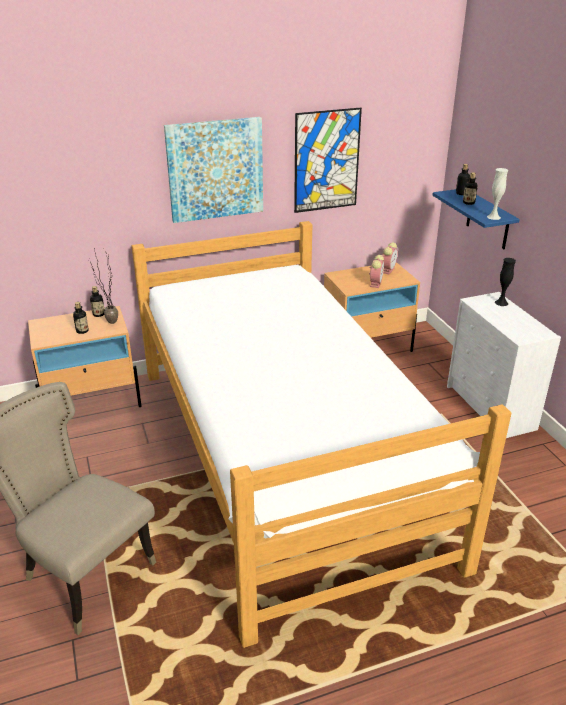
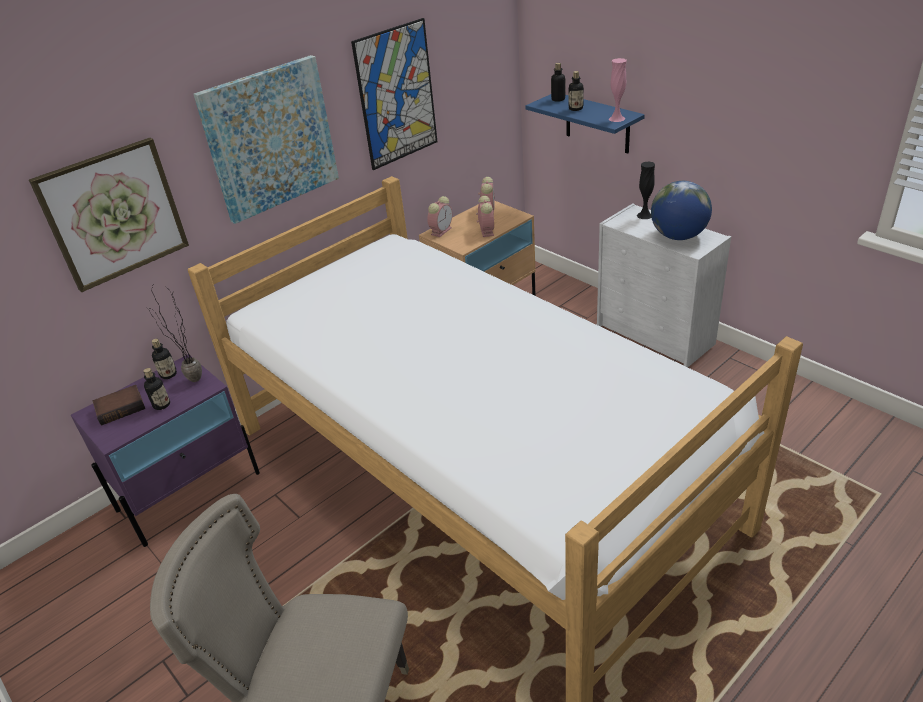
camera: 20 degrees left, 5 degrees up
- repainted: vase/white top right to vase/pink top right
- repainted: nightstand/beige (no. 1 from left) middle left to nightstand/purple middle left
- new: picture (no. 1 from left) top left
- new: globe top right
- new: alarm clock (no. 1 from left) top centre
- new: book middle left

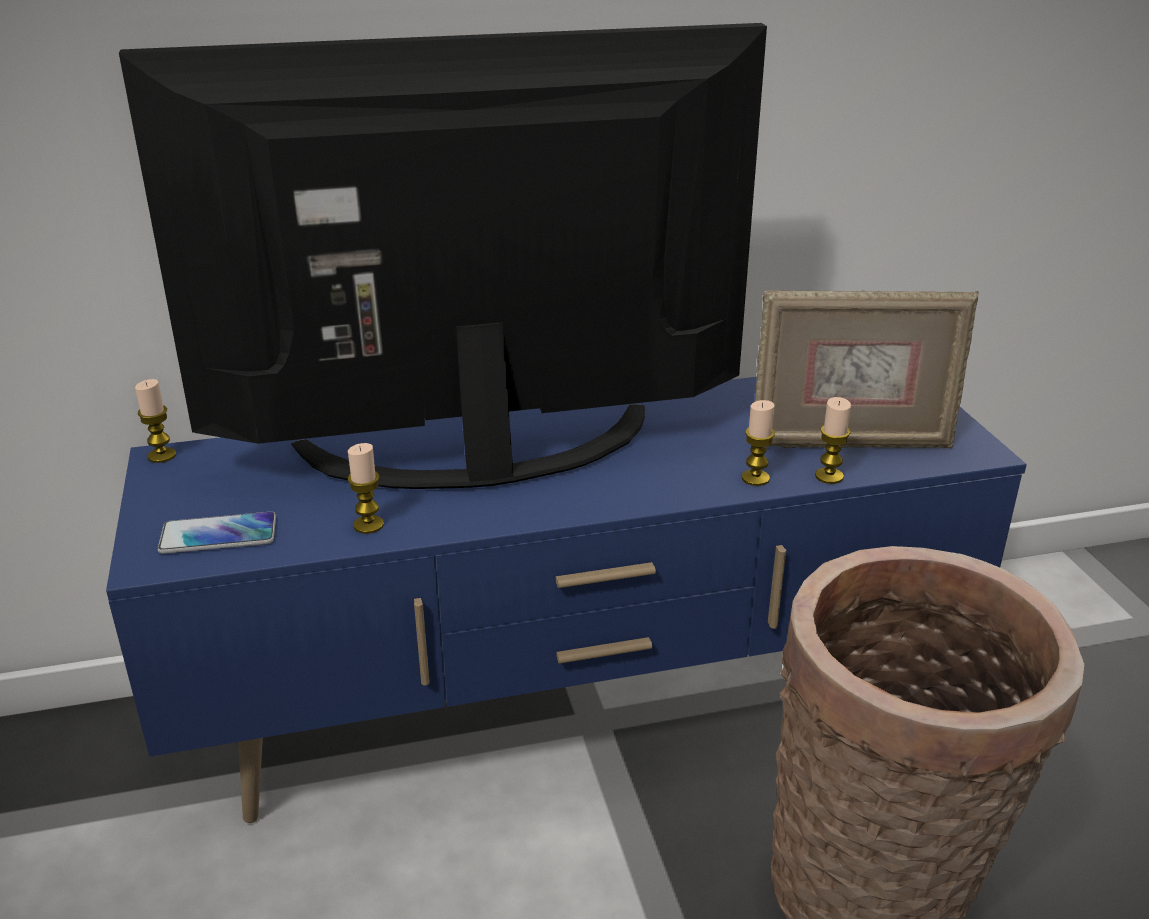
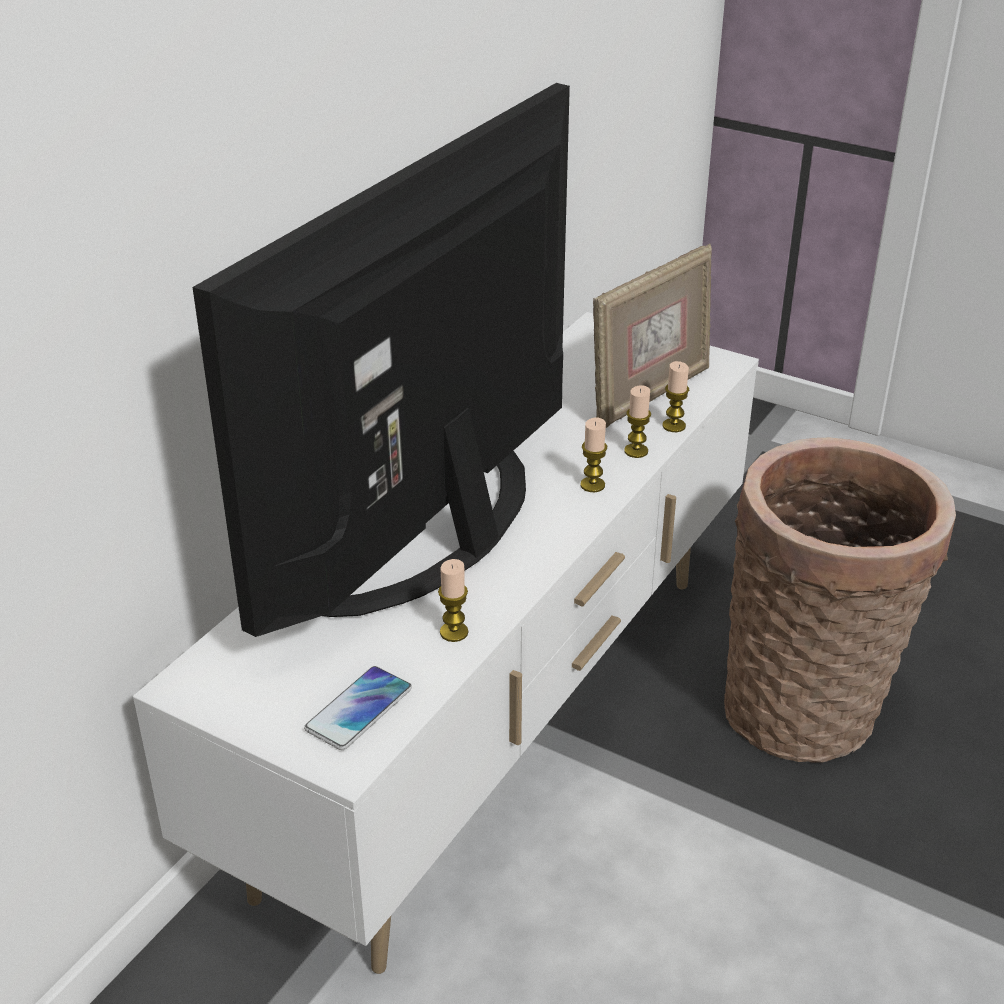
camera: 45 degrees left, 5 degrees up
- repainted: tv stand/blue centre to tv stand/white centre
- shifted: candle (no. 1 from left in the first image) middle left to candle (no. 2 from left) centre

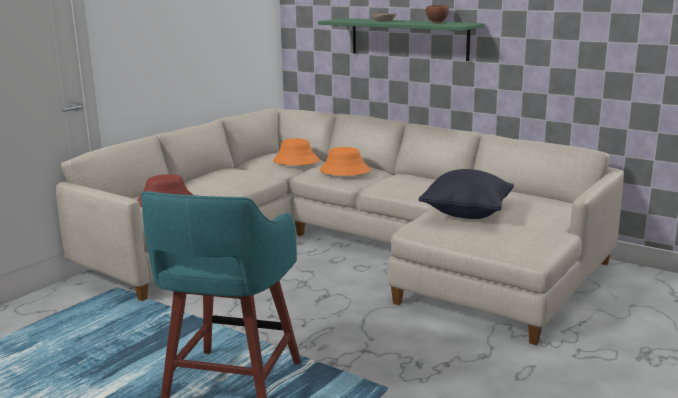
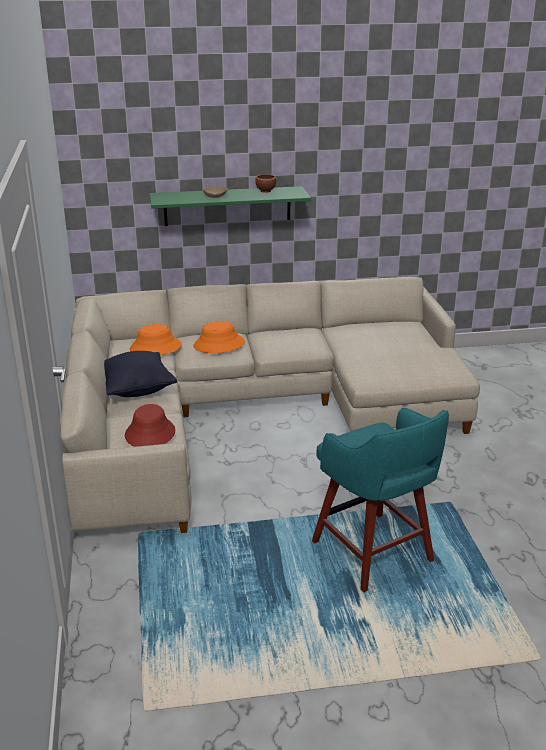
camera: 45 degrees left, 10 degrees up
- shifted: pillow/black middle right to middle left

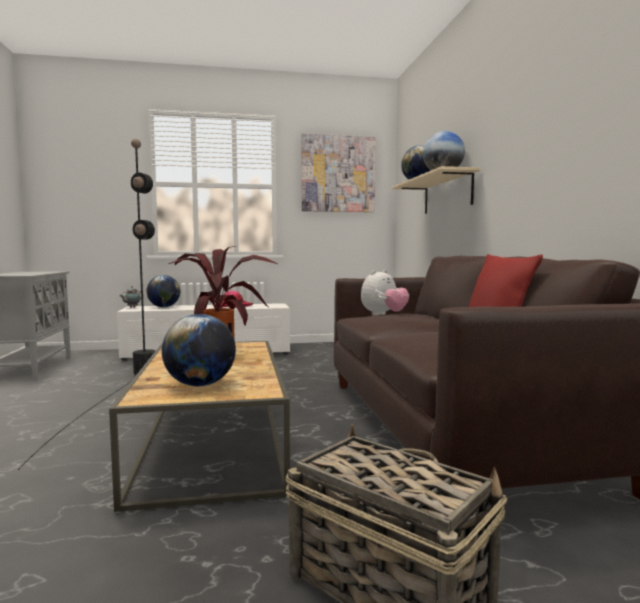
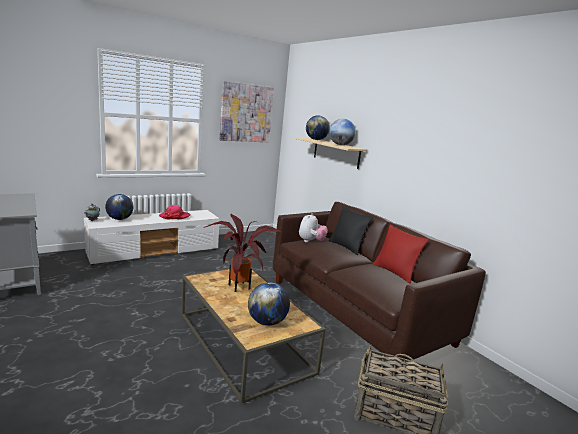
camera: 25 degrees left, 10 degrees up
- gone: floor lamp/black middle left
- new: pillow/black centre

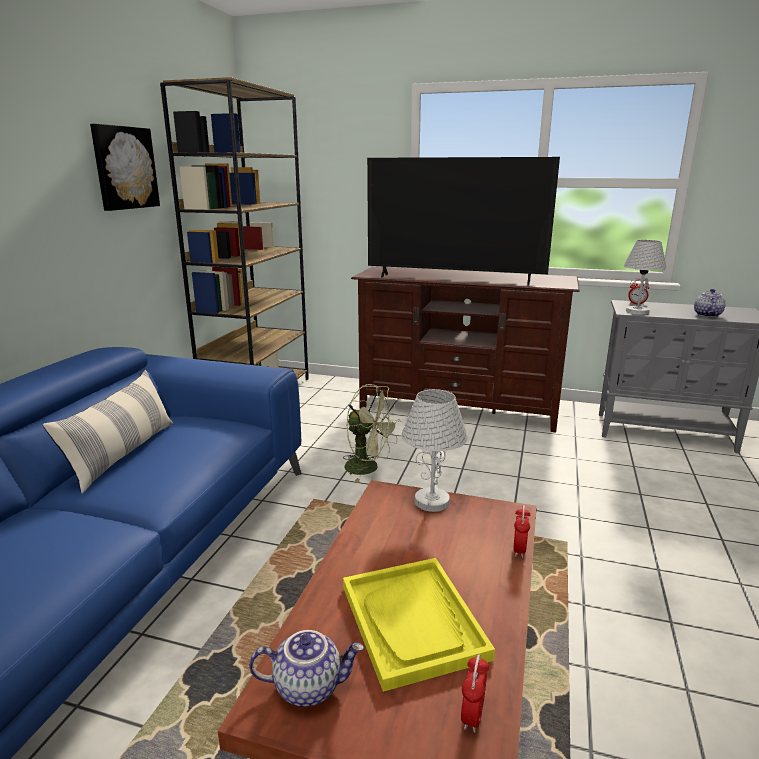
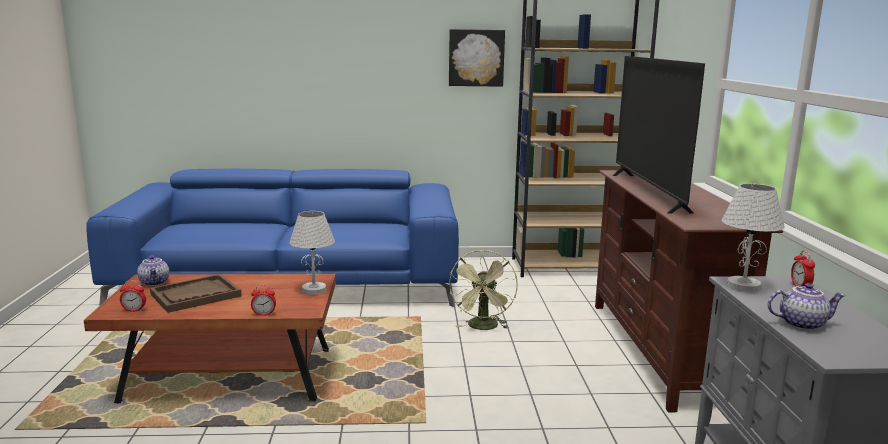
camera: 70 degrees right, 5 degrees down
- gone: pillow middle left
- repainted: tray/yellow bottom centre to tray/brown middle left

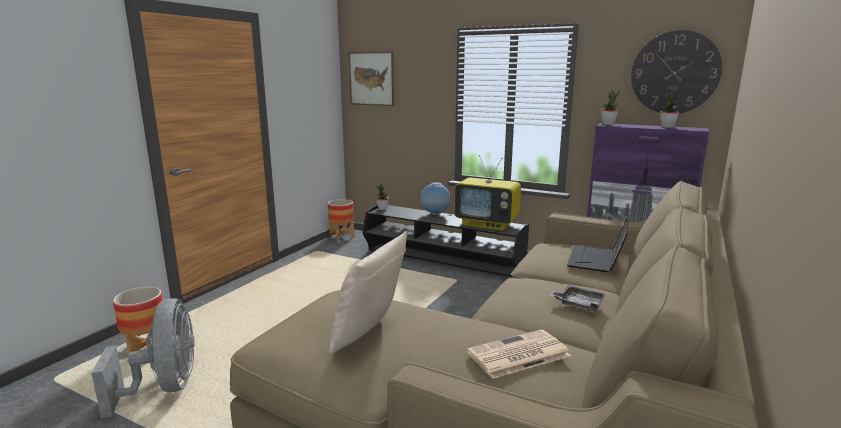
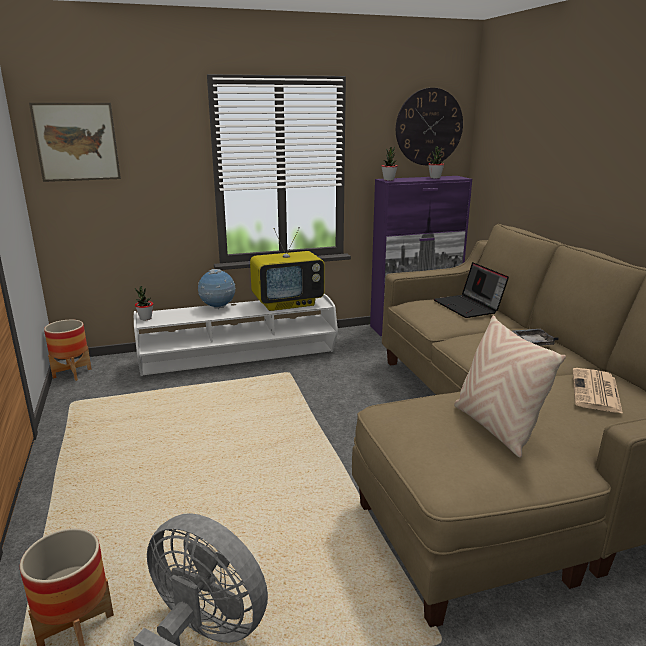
camera: 45 degrees left, 5 degrees up
- repainted: tv stand/black centre to tv stand/white centre

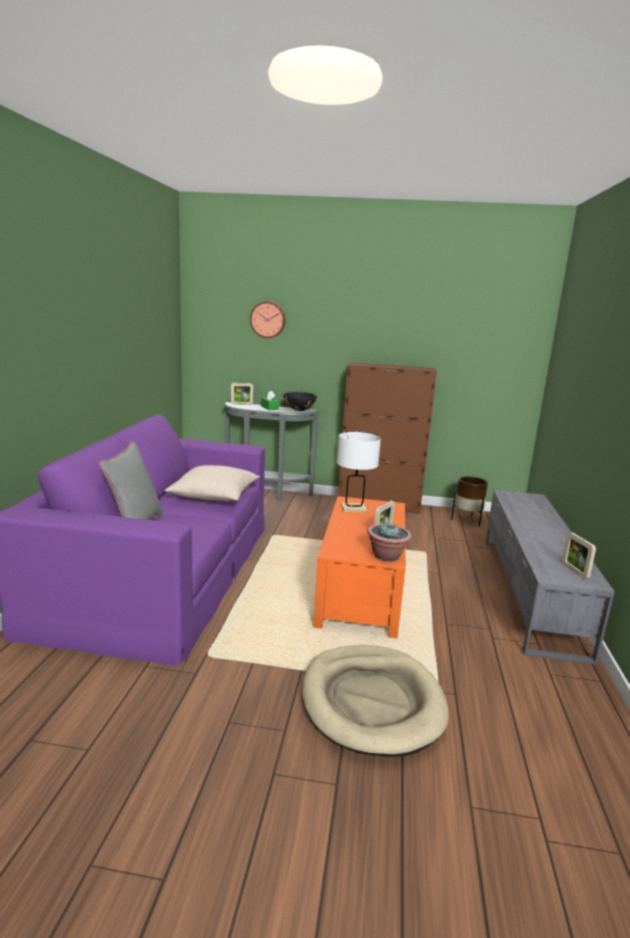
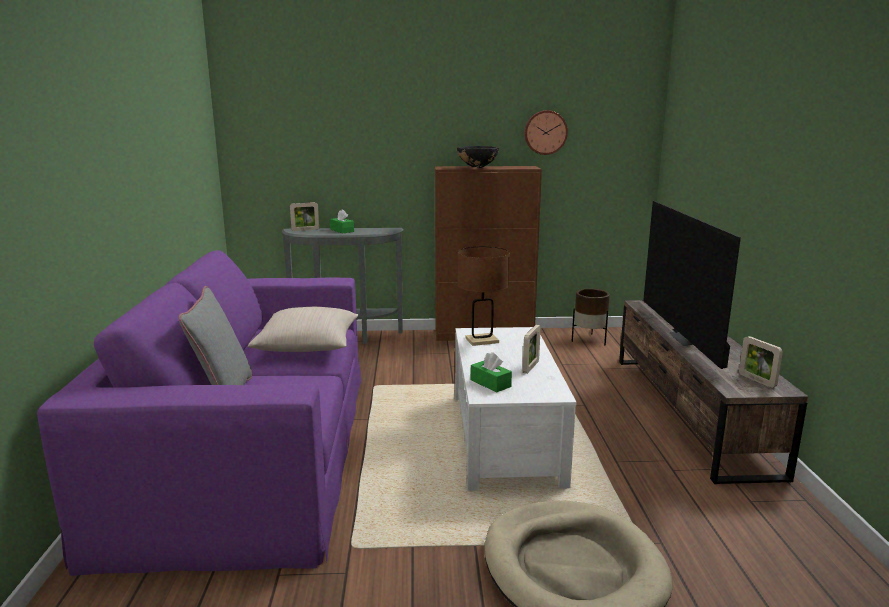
camera: 10 degrees left, 0 degrees up
- shifted: wall clock centre to top centre
- shifted: bowl/black centre to top centre
- repainted: table lamp/white centre to table lamp/brown centre
- repainted: tv stand/grey middle right to tv stand/brown middle right
- repainted: coffee table/orange centre to coffee table/white bottom centre
- gone: potted plant centre
- new: television middle right
- new: tissue box/green (no. 2 from left) centre

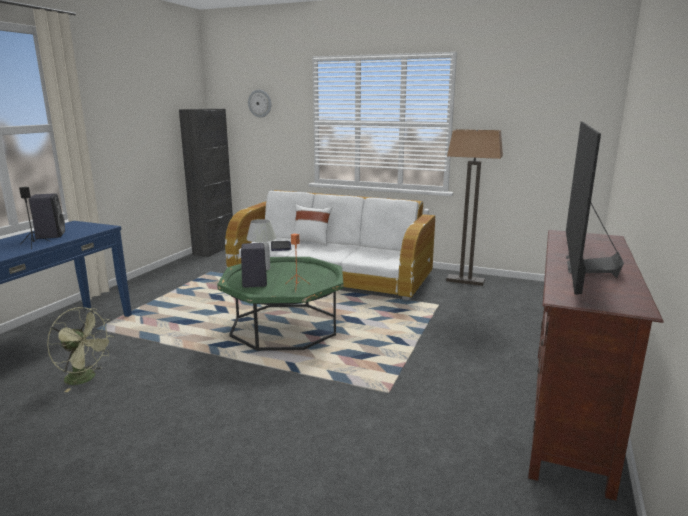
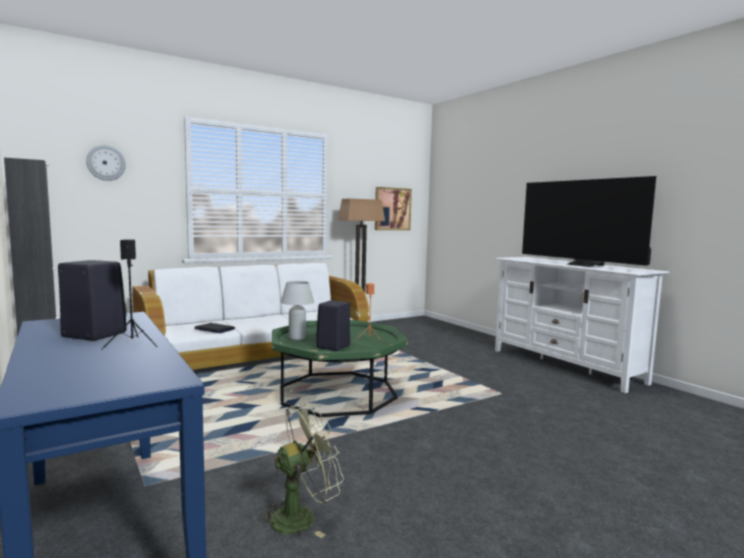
camera: 55 degrees left, 10 degrees down
- gone: pillow/white centre
- repainted: tv stand/brown bottom right to tv stand/white middle right
- new: picture centre

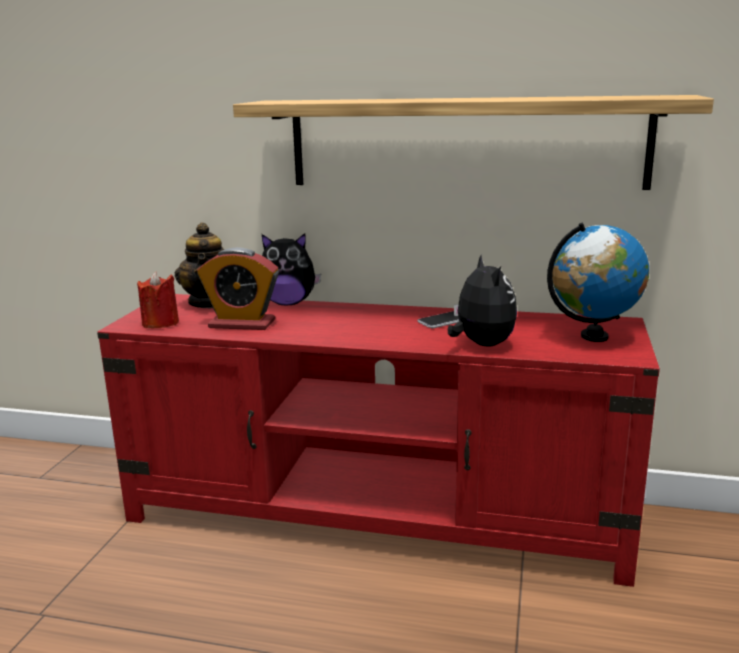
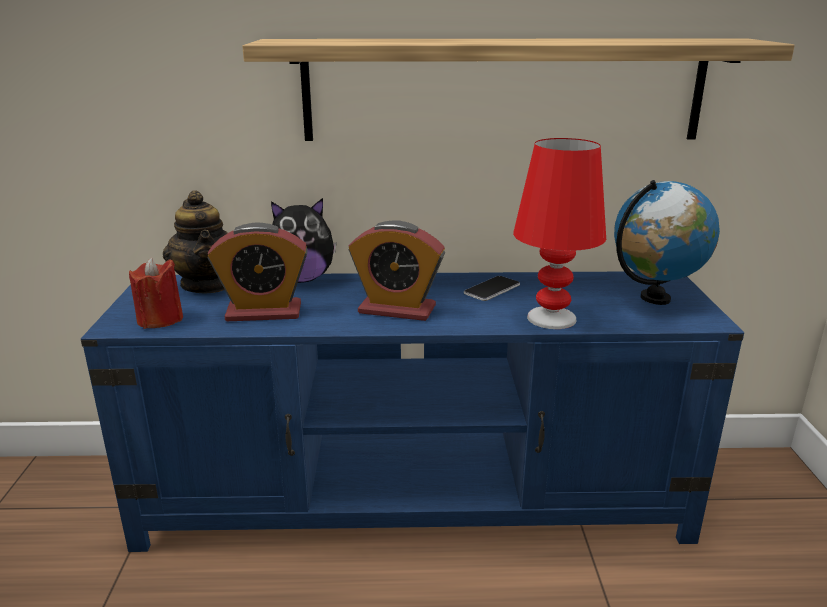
camera: 15 degrees left, 5 degrees up
- swapped: plush toy (no. 2 from left) centre to table lamp/red middle right
- repainted: tv stand/red bottom centre to tv stand/blue bottom centre
- new: alarm clock (no. 2 from left) centre

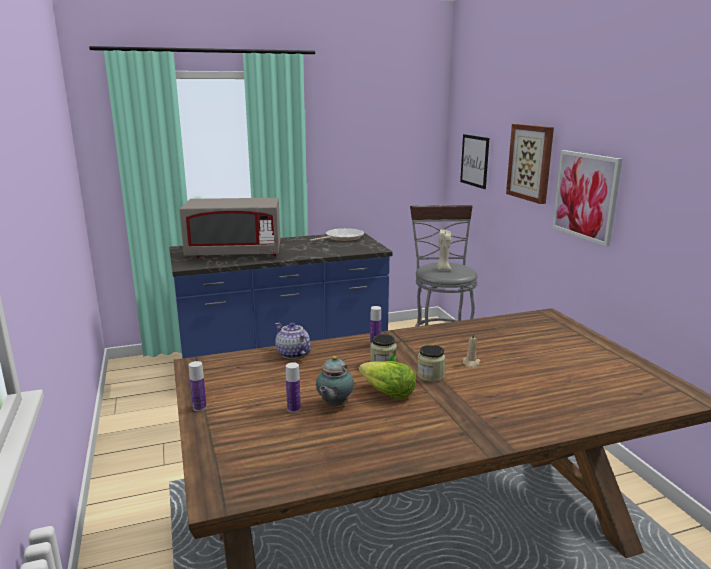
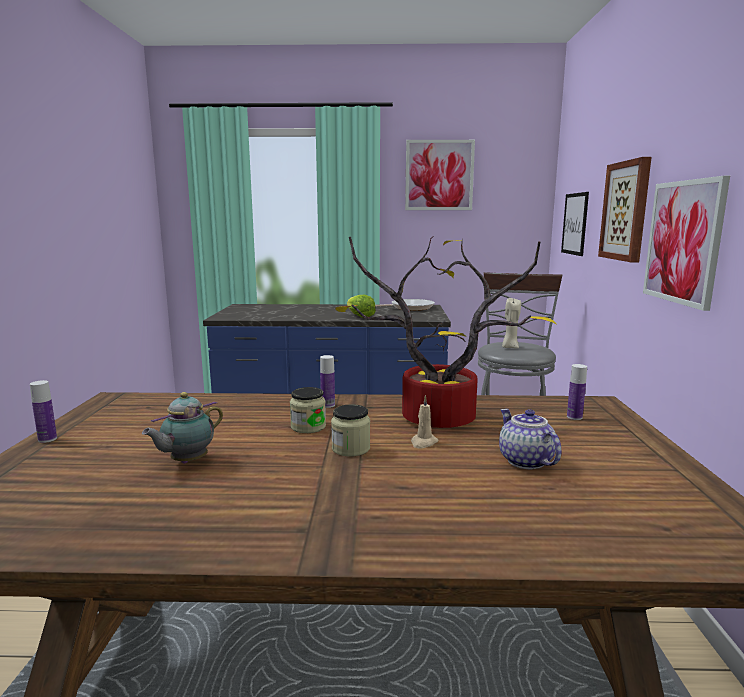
camera: 20 degrees right, 5 degrees down
- gone: microwave/grey middle left
- shifted: teapot (no. 1 from left in the first image) centre to teapot (no. 2 from left) middle right
- shifted: lettuce bottom centre to centre
- shifted: bottle (no. 2 from left in the first image) bottom centre to bottle (no. 3 from left) middle right
- new: picture (no. 1 from left) top centre
- new: potted plant centre

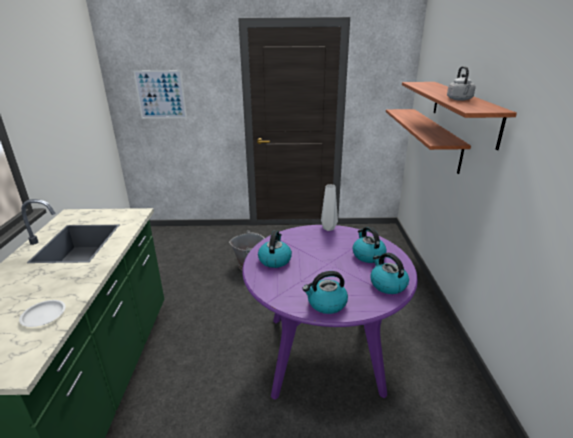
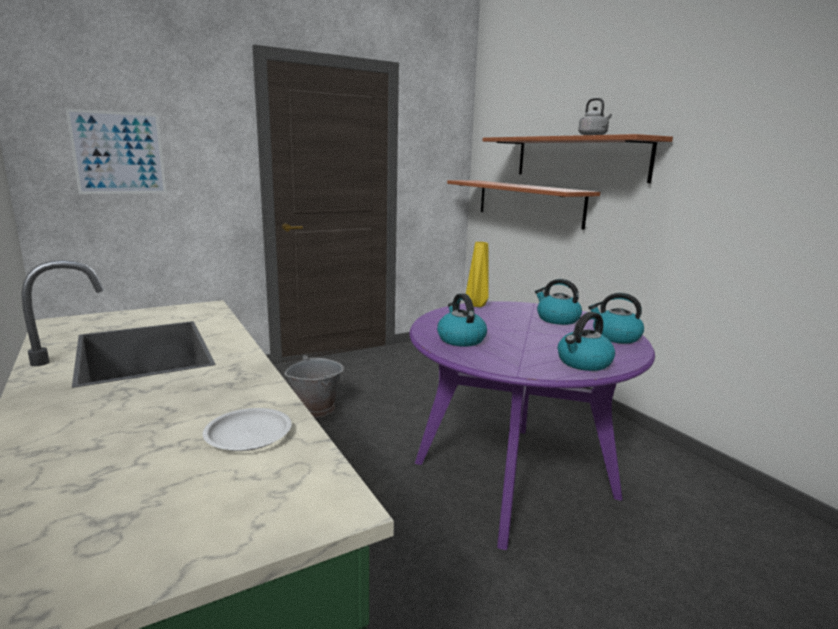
camera: 30 degrees left, 10 degrees down
- repainted: vase/grey centre to vase/yellow centre

